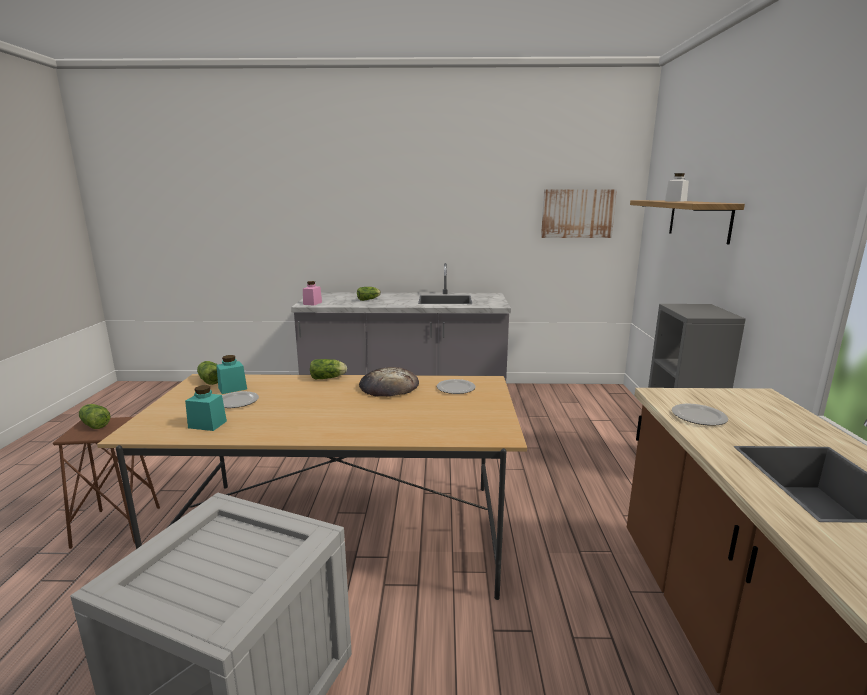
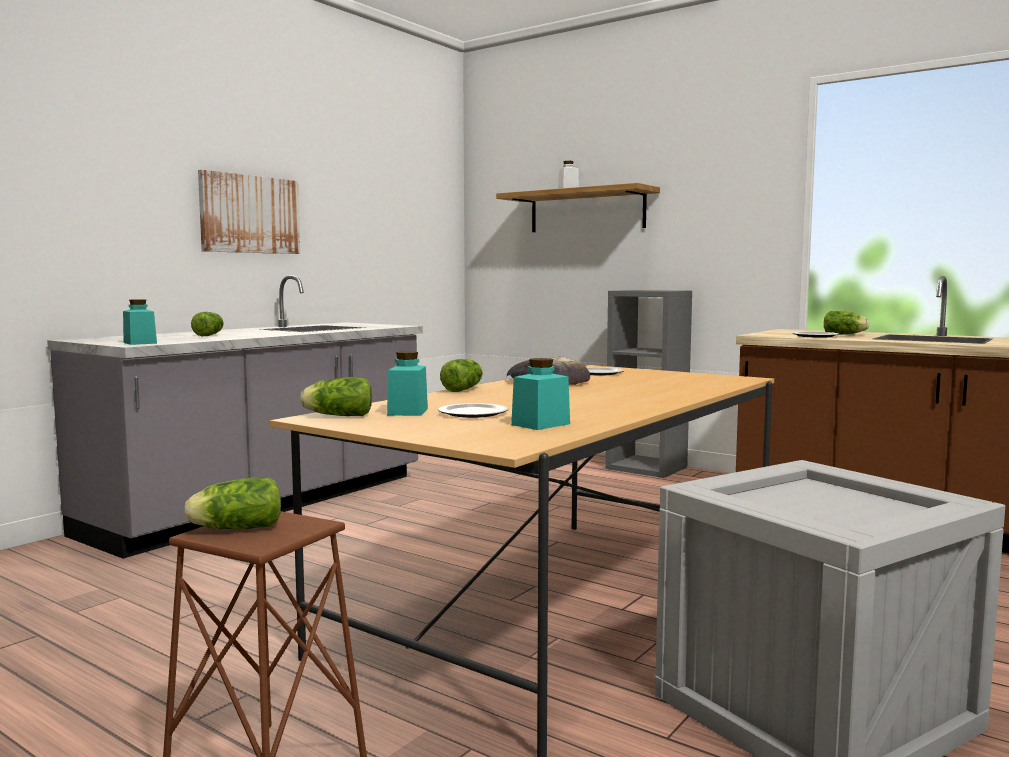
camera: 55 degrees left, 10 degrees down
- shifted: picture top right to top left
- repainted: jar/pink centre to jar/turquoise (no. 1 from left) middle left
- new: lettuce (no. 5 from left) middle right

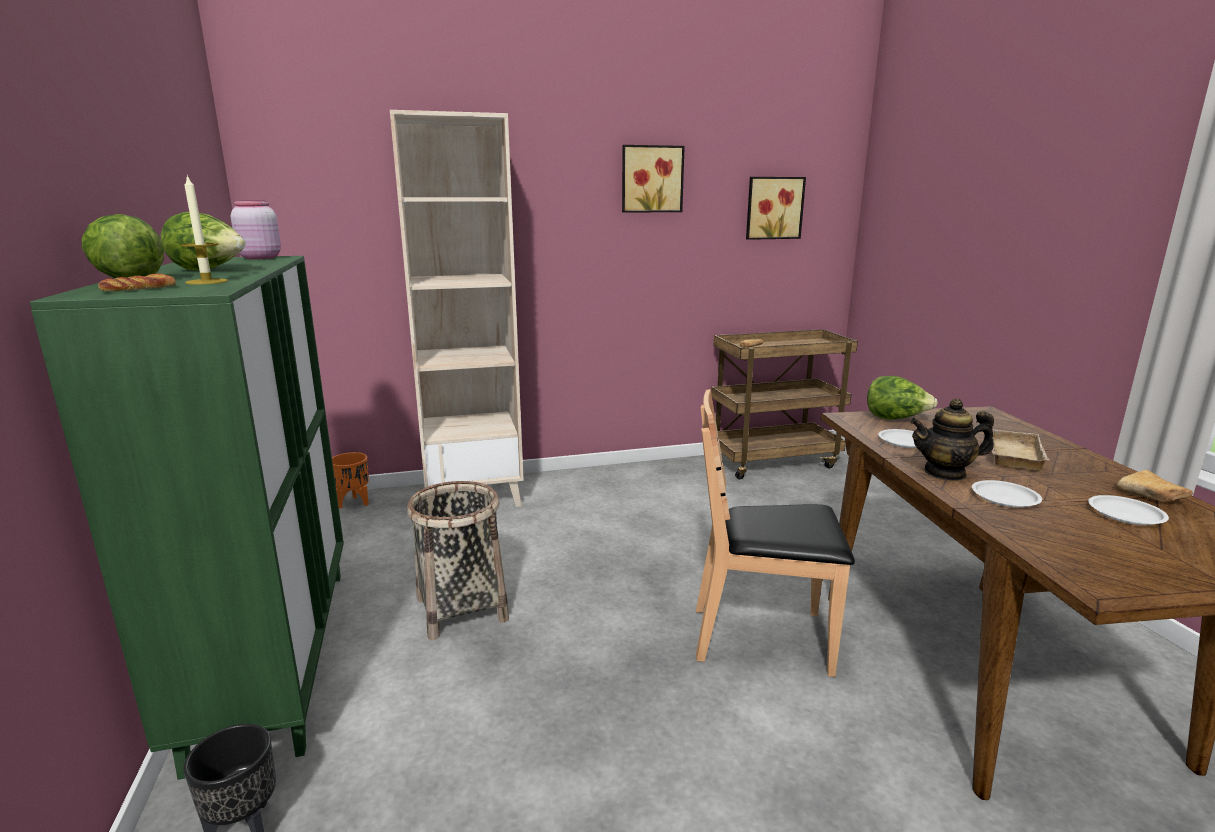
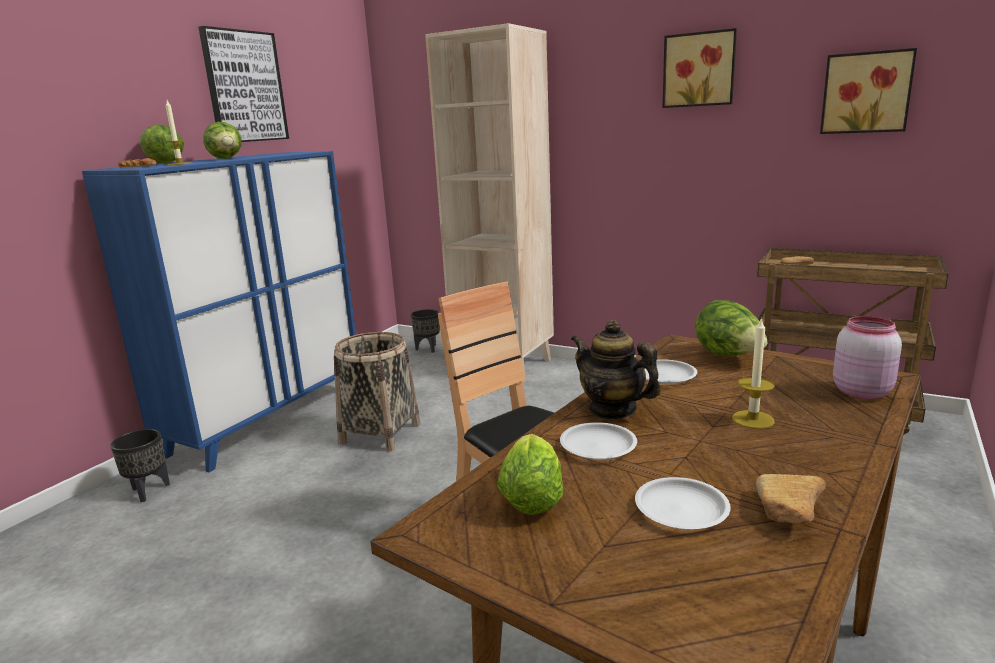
camera: 45 degrees right, 0 degrees up
- shifted: jar/pink top left to middle right
- repainted: cabinet/green middle left to cabinet/blue middle left
- swapped: tray/beige middle right to candle (no. 2 from left) middle right
- repainted: planter/orange middle left to planter/black (no. 2 from left) centre
- new: picture (no. 1 from left) top left
- new: lettuce (no. 3 from left) bottom centre

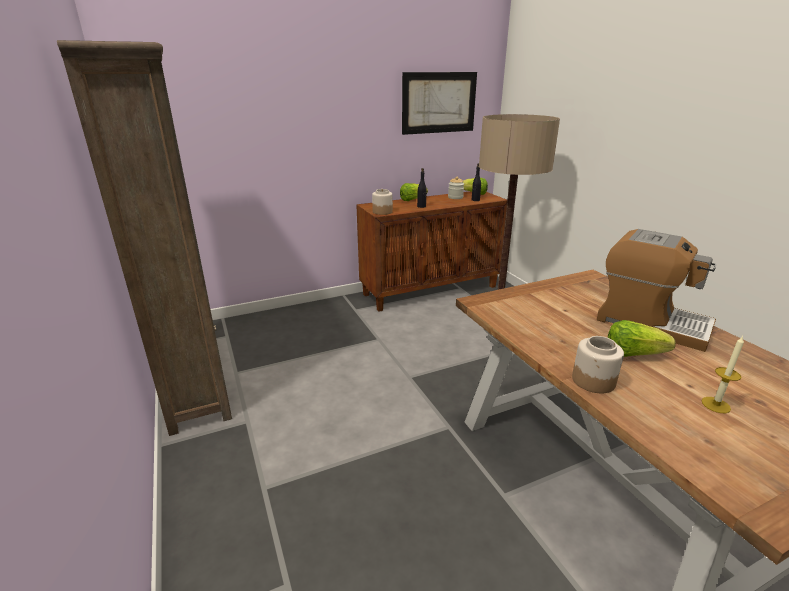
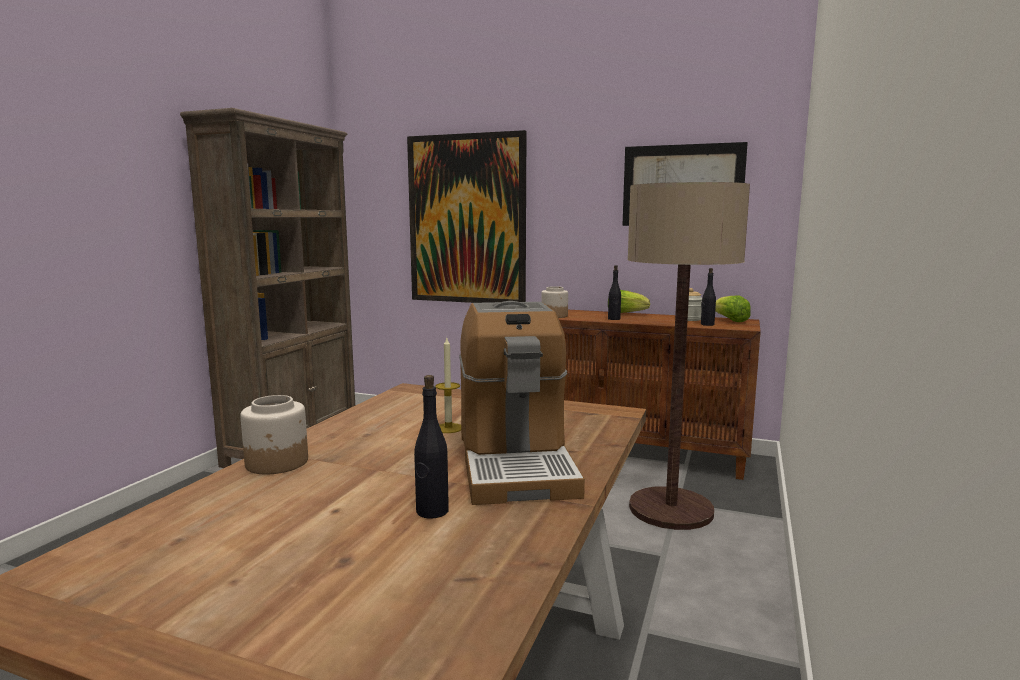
camera: 45 degrees right, 15 degrees down
- gone: lettuce (no. 3 from left) middle right
- shifted: candle middle right to centre
- new: picture (no. 1 from left) top centre
- new: bottle/black (no. 1 from left) centre

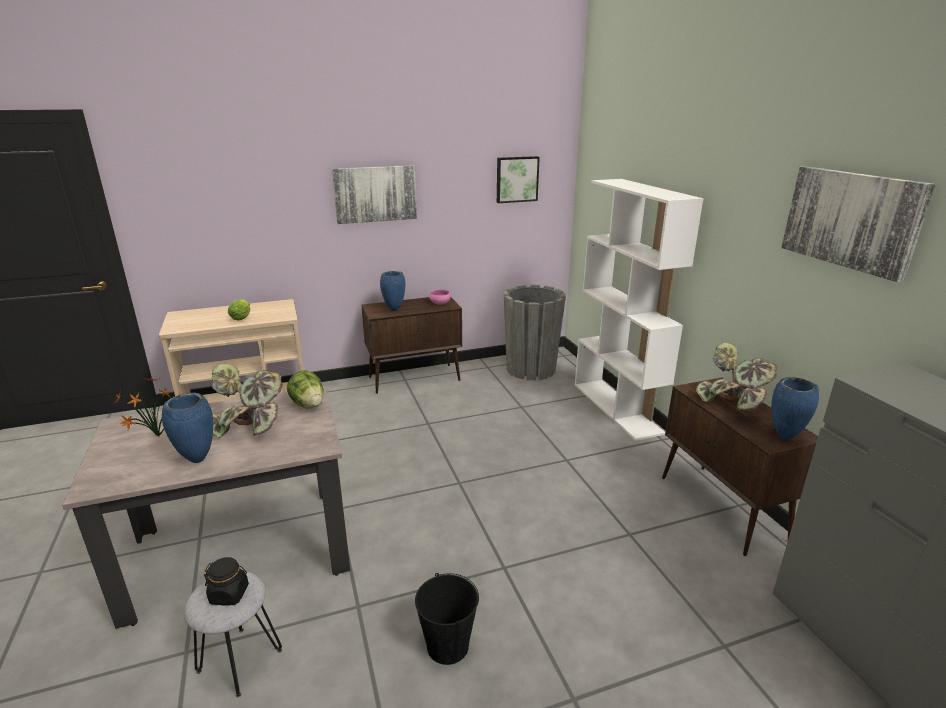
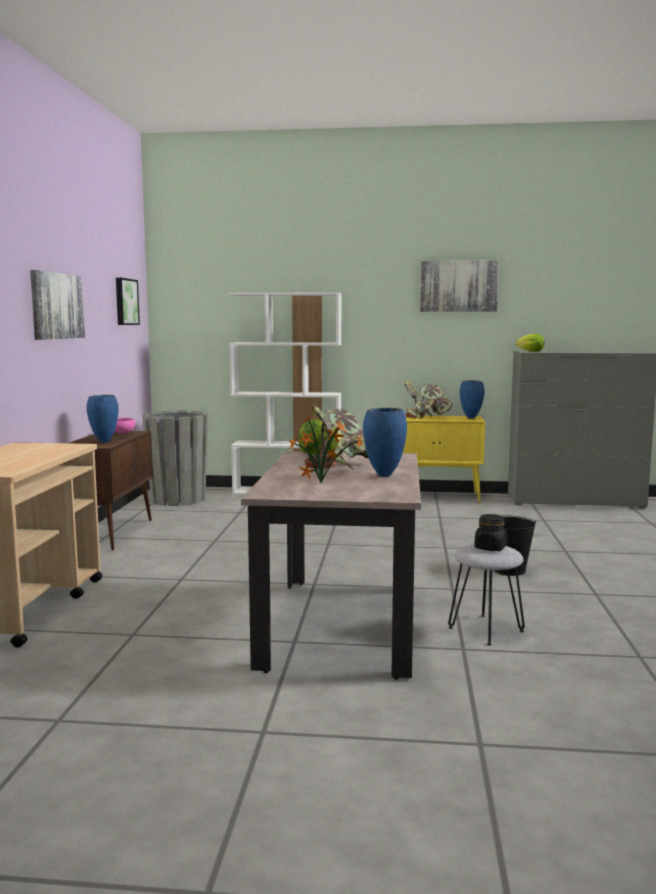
camera: 65 degrees left, 15 degrees down
- shifted: lettuce (no. 1 from left in the first image) middle left to lettuce (no. 2 from left) middle right
- repainted: cabinet/brown (no. 2 from left) middle right to cabinet/yellow middle right

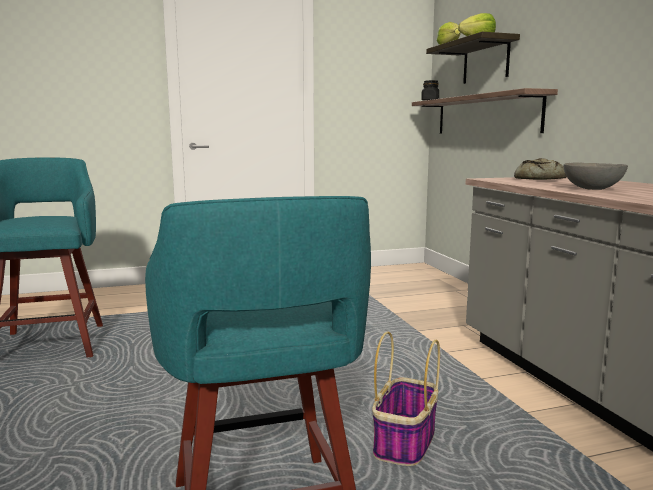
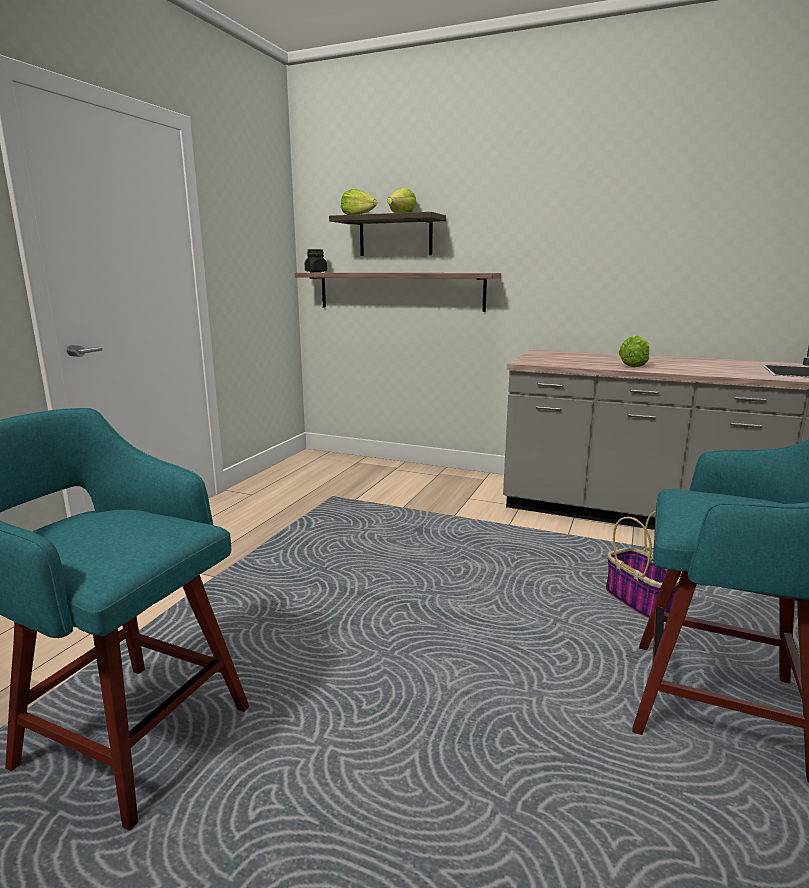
camera: 50 degrees left, 5 degrees up
- gone: bread middle right
- swapped: bowl/grey middle right to lettuce (no. 3 from left) middle right

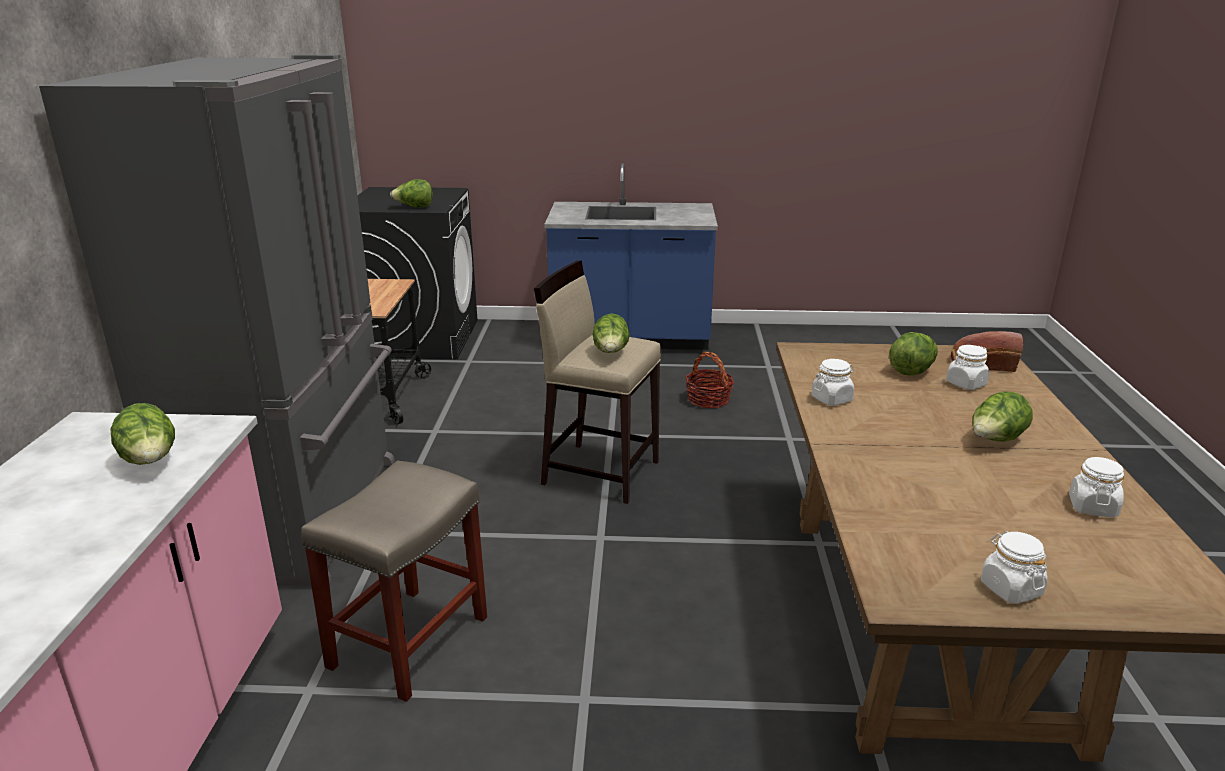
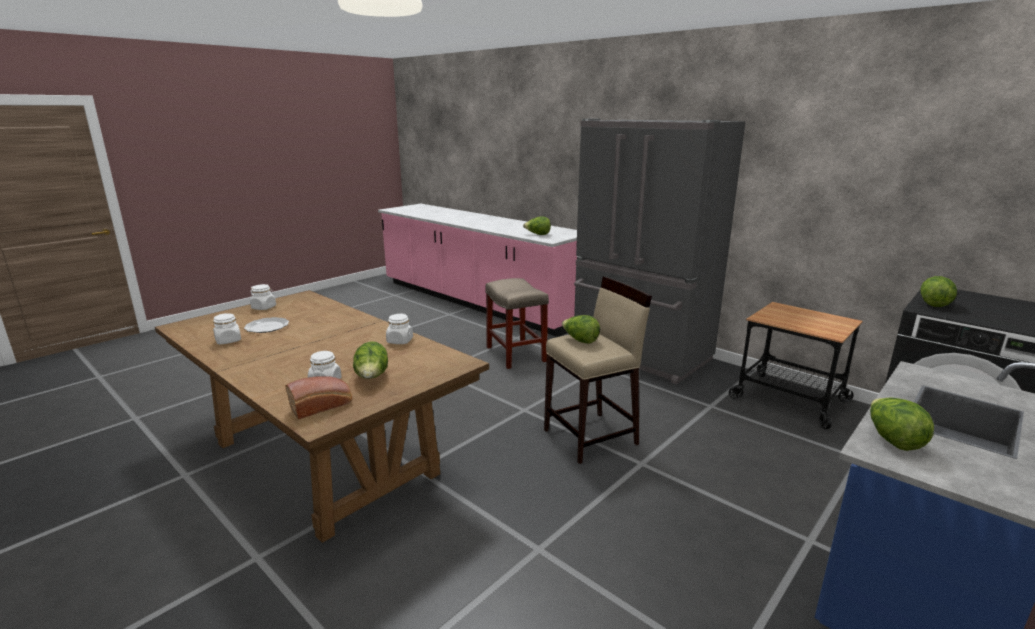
camera: 130 degrees right, 5 degrees down
- gone: basket centre
- shifted: lettuce (no. 5 from left in the first image) middle right to lettuce (no. 4 from left) bottom right
- new: plate middle left

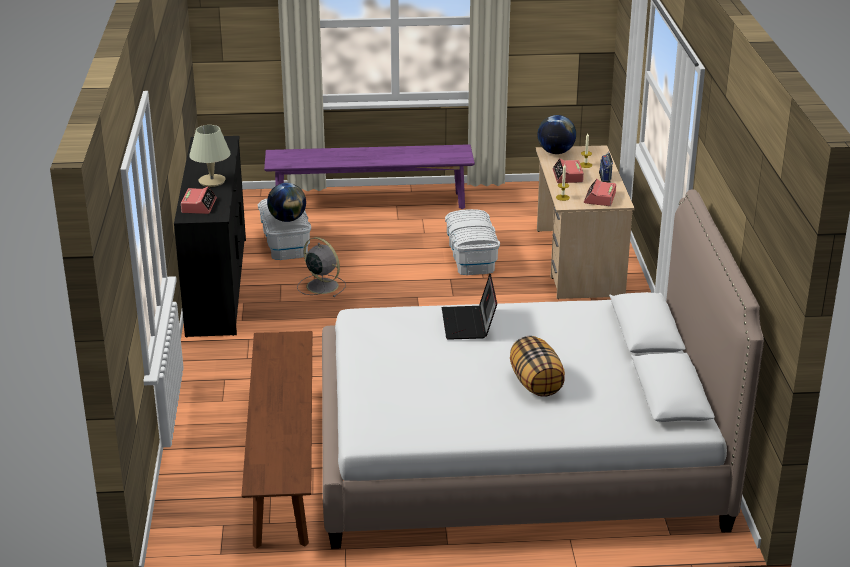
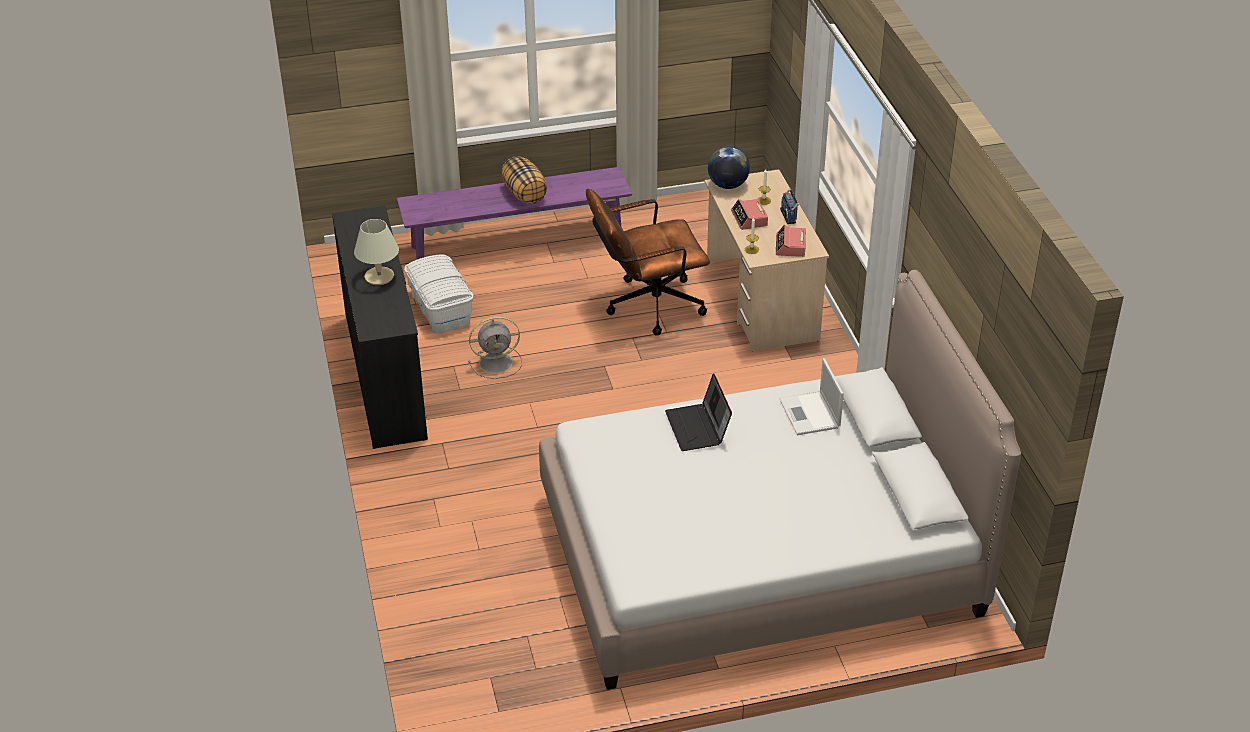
camera: 10 degrees left, 10 degrees up
- gone: globe (no. 1 from left) centre
- gone: alarm clock (no. 1 from left) middle left
- swapped: storage box/white (no. 2 from left) centre to office chair/brown centre
- rotated: fan/grey centre = centre 135 degrees clockwise
- gone: bench/brown bottom left
- shifted: pillow centre to top centre
- new: laptop (no. 2 from left) centre

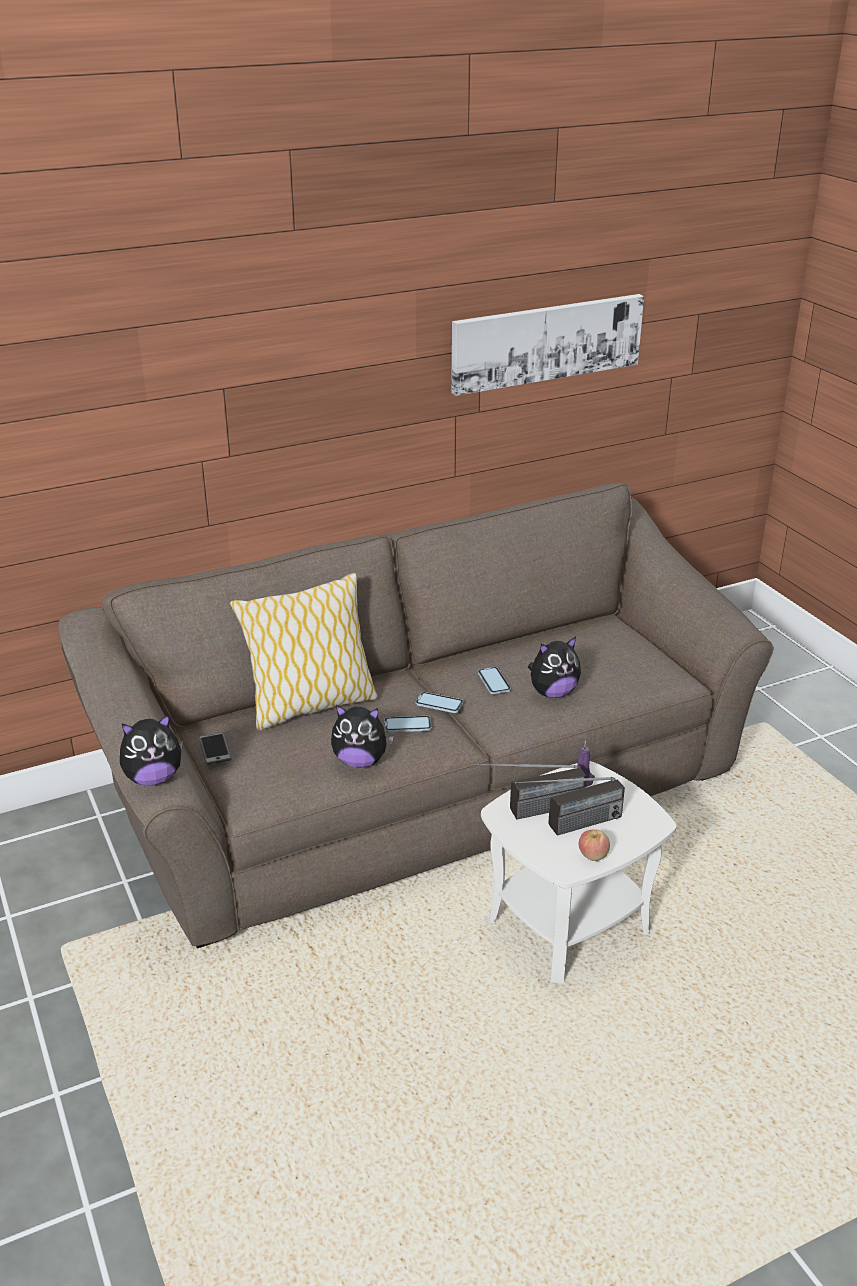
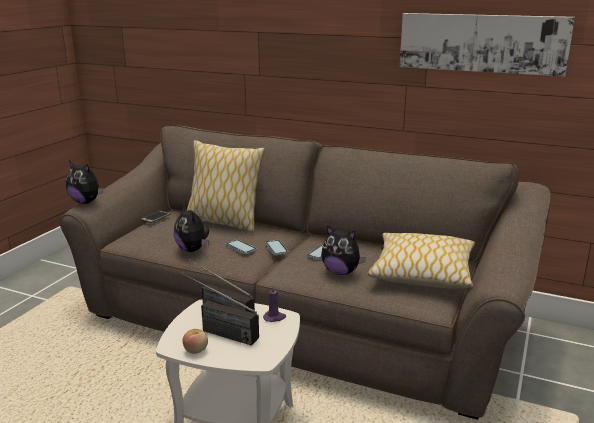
camera: 50 degrees right, 10 degrees down
- new: pillow (no. 2 from left) middle right

